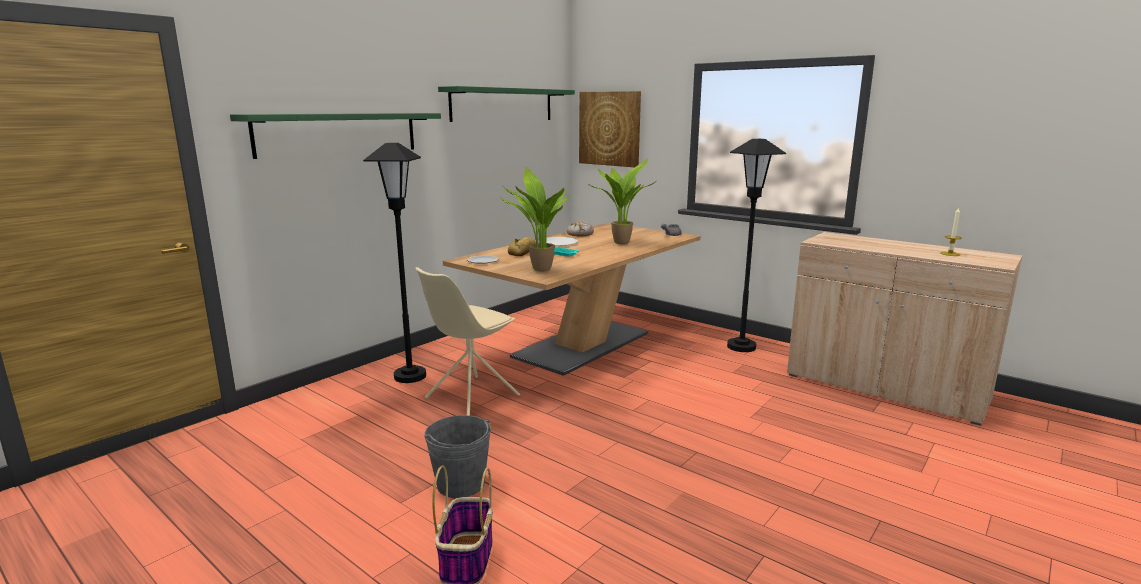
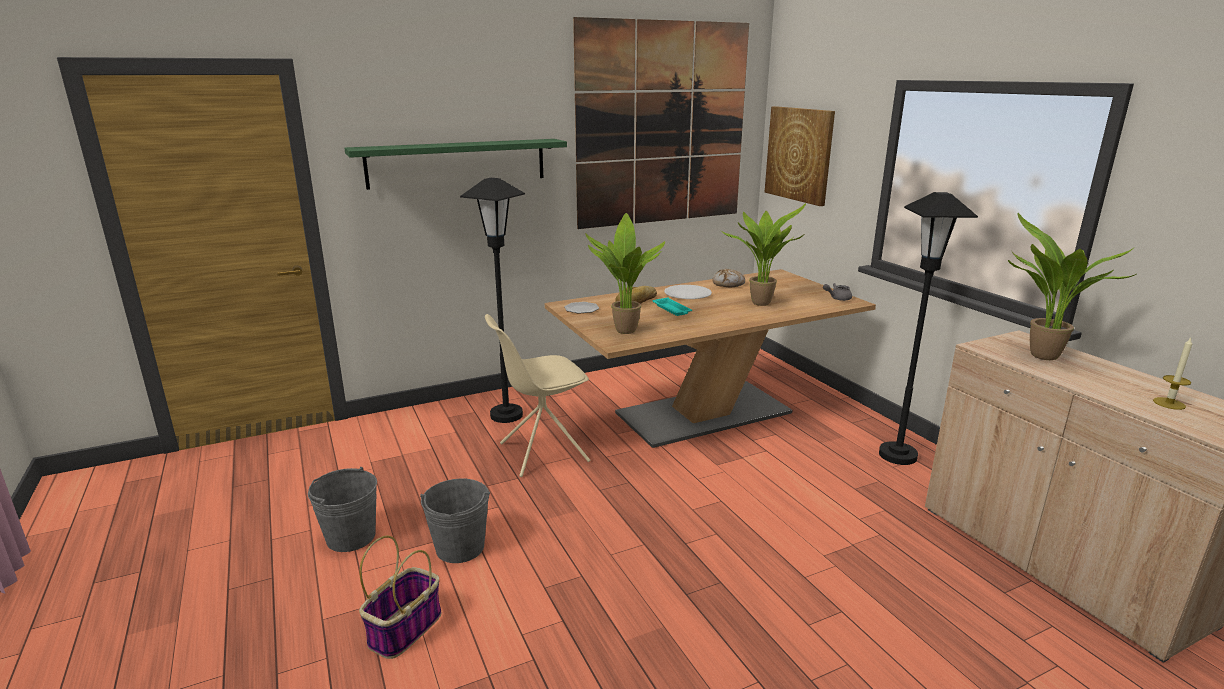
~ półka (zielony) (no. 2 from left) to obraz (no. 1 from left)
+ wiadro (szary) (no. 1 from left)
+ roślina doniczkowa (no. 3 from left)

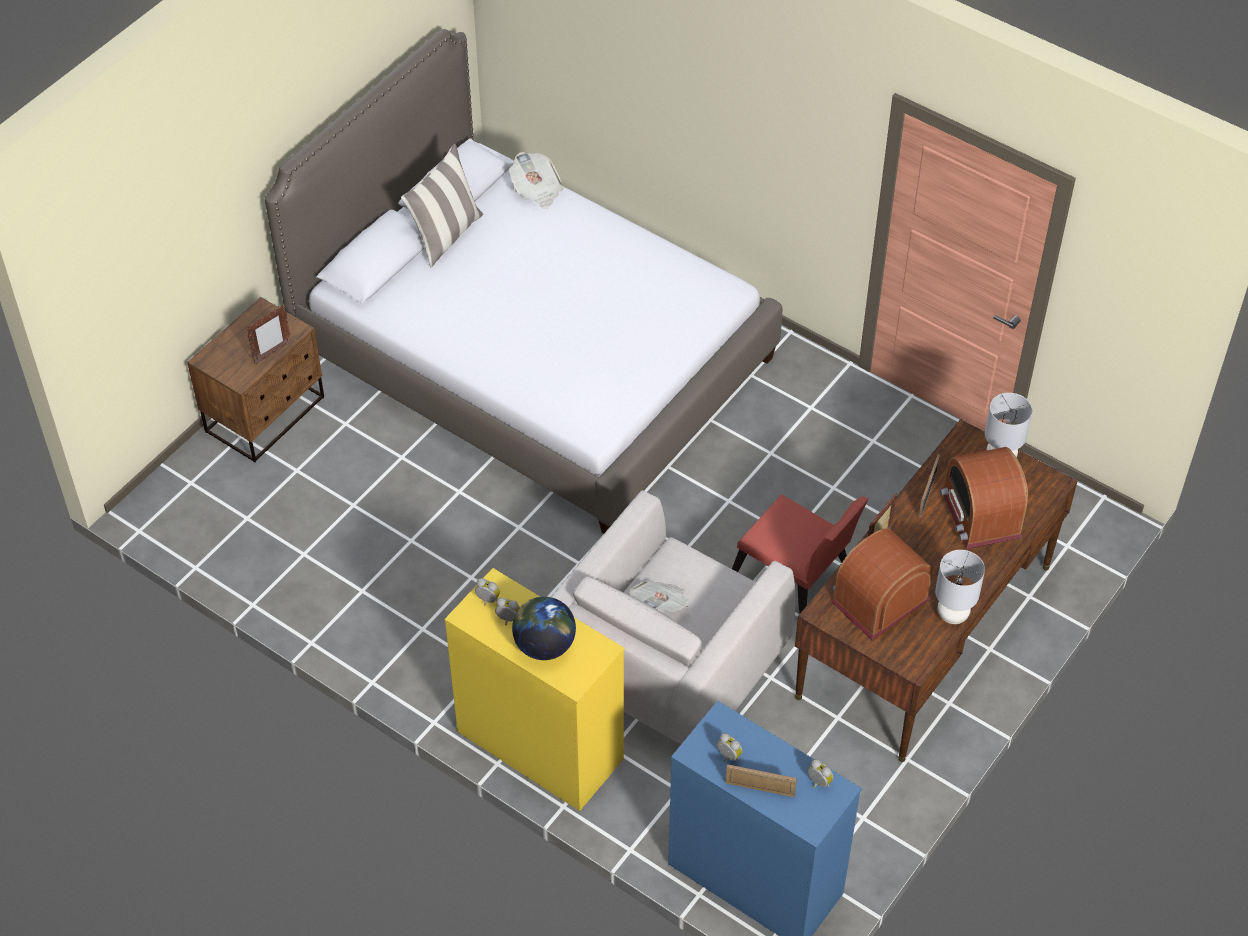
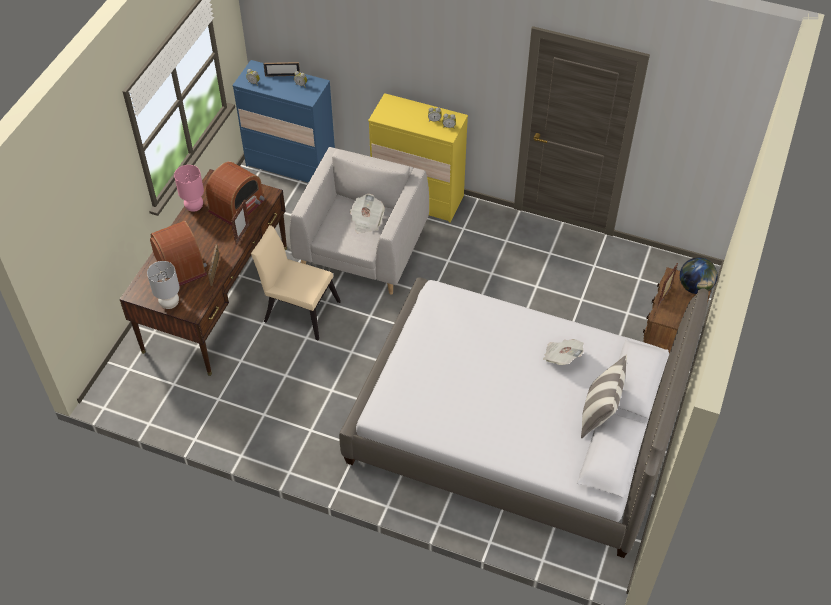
~ gazeta (no. 1 from left in the first image) to gazeta (no. 2 from left)
~ globus
~ krzesło (czerwony) to krzesło (beżowy)
~ lampa stołowa (szary) (no. 1 from left) to lampa stołowa (różowy)

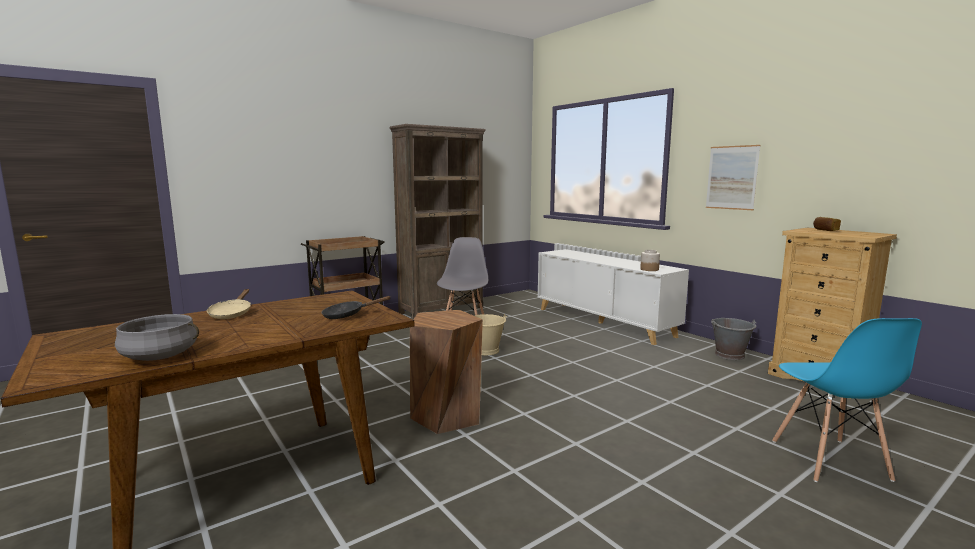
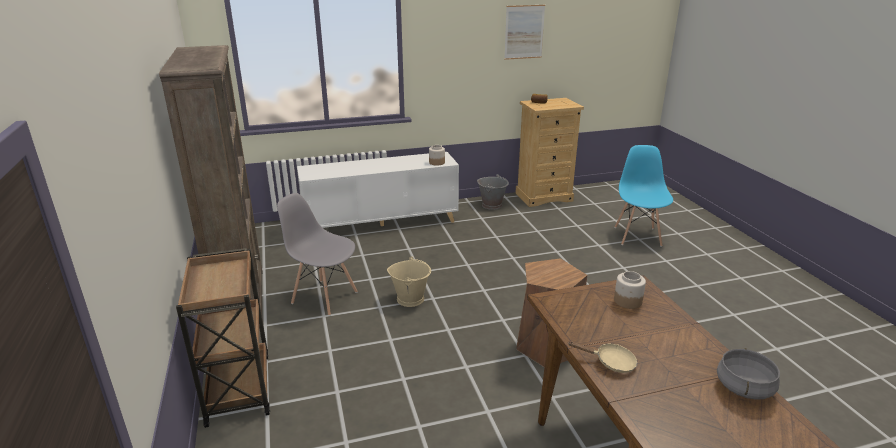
~ patelnia (czarny) to słoik (no. 2 from left)
~ obraz
~ krzesło (niebieski) 105 degrees counterclockwise

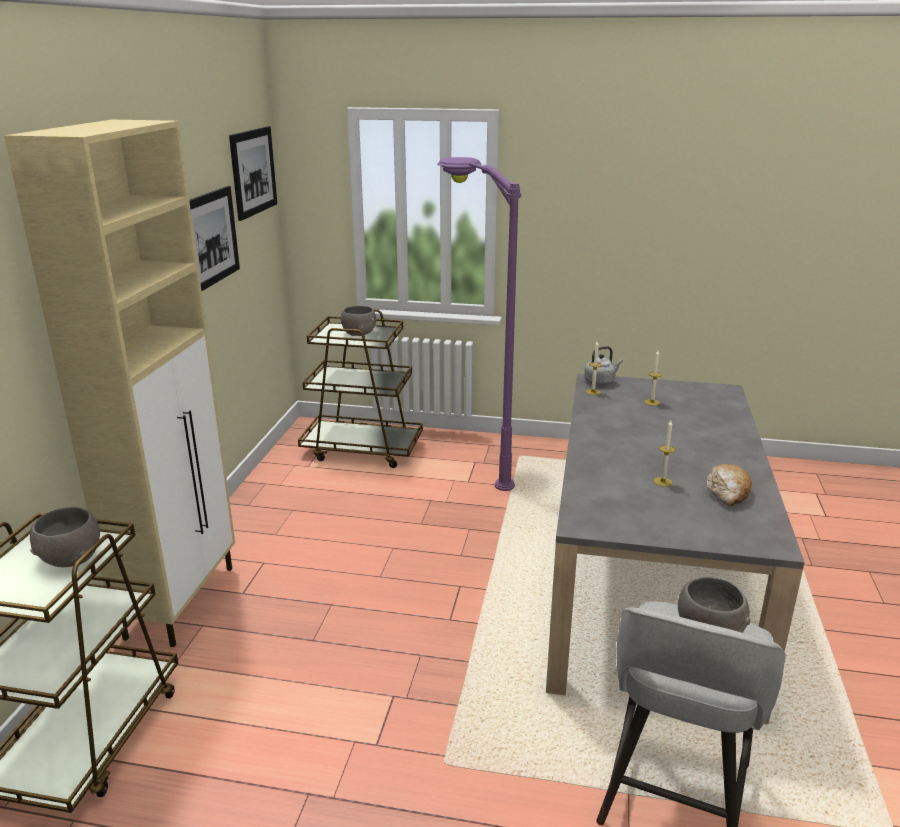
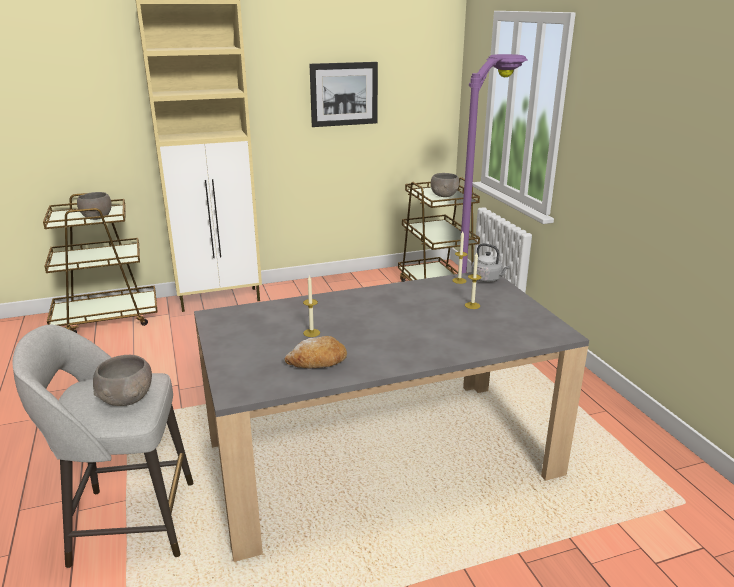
- obraz (no. 2 from left)

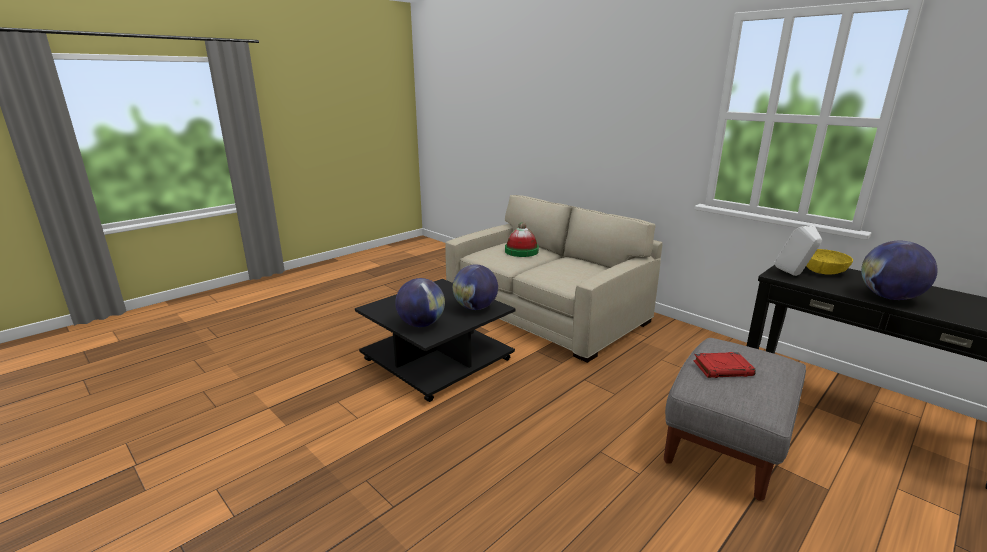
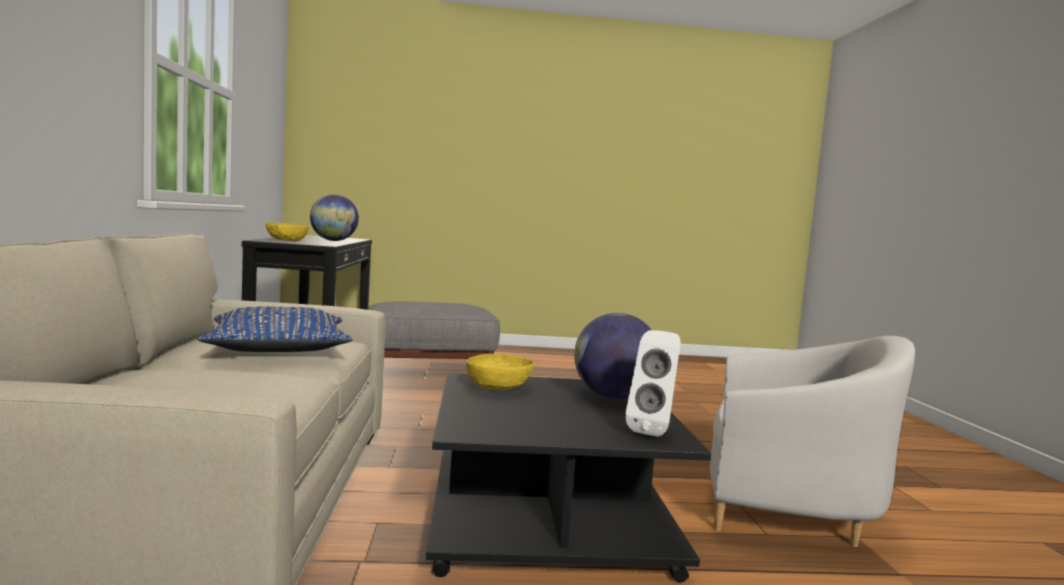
~ globus (no. 2 from left) to miska (żółty) (no. 2 from left)
- kapelusz
- książka (czerwony)
~ głośnik (biały)
+ poduszka (niebieski)
+ fotel (biały)

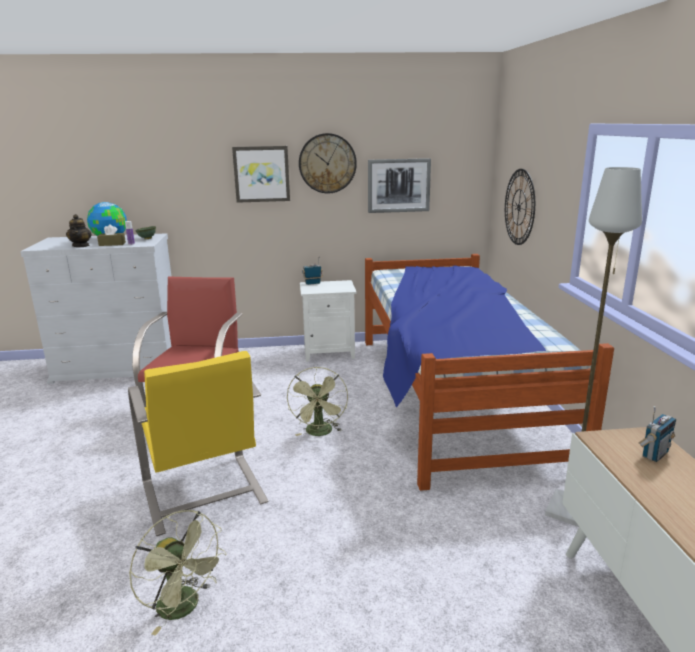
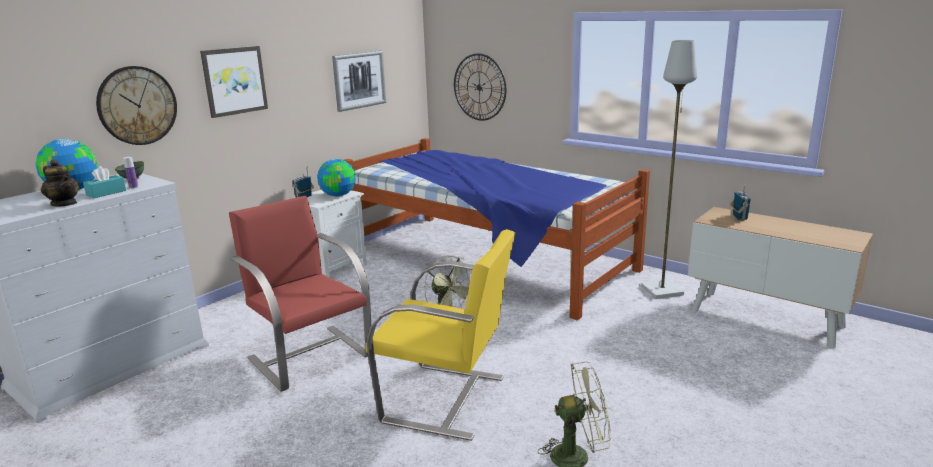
~ pudełko chusteczek (brązowy) to pudełko chusteczek (turkusowy)
~ zegar ścienny (no. 1 from left)
+ globus (no. 2 from left)

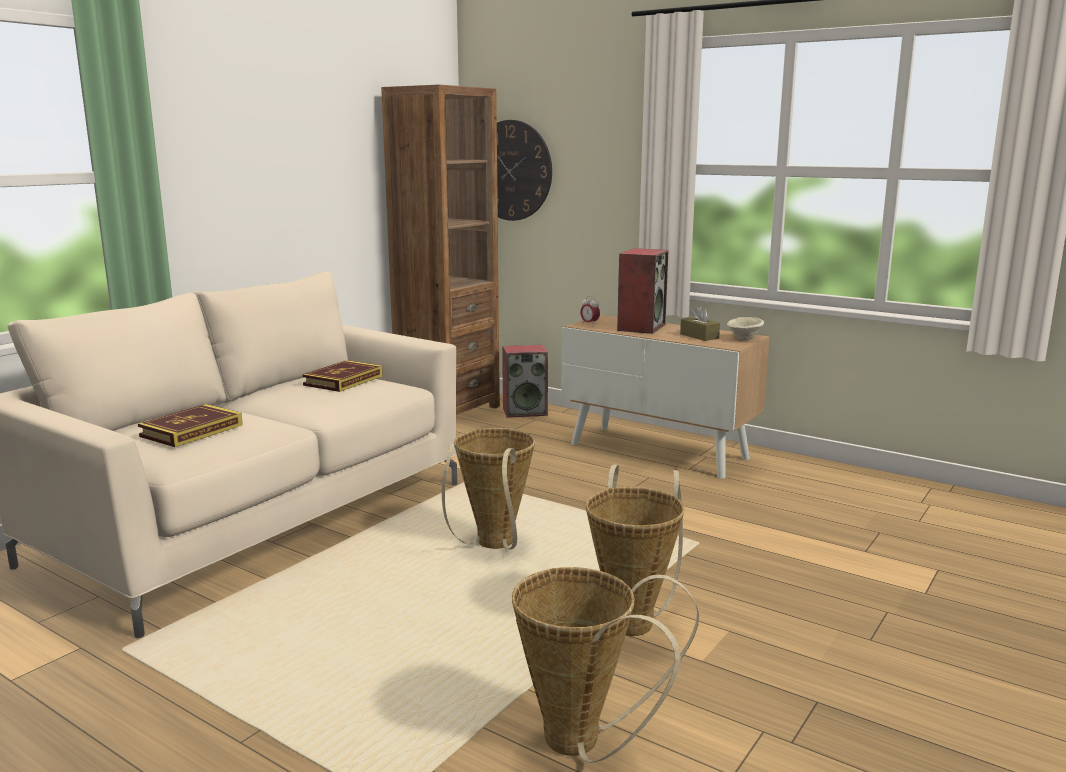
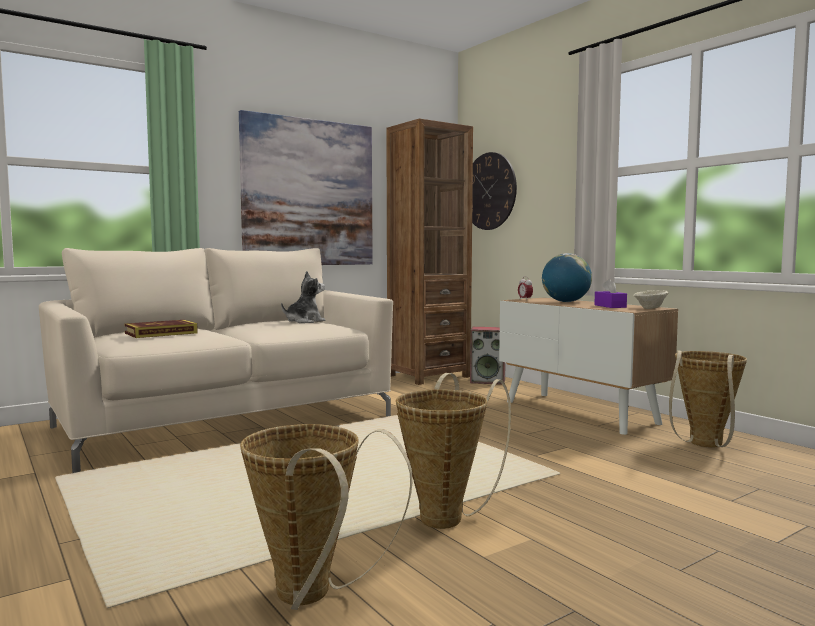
~ książka (no. 2 from left) to pluszak
~ koszyk (no. 1 from left in the first image) to koszyk (no. 3 from left)
~ głośnik (no. 2 from left) to globus
~ pudełko chusteczek (brązowy) to pudełko chusteczek (fioletowy)
+ obraz

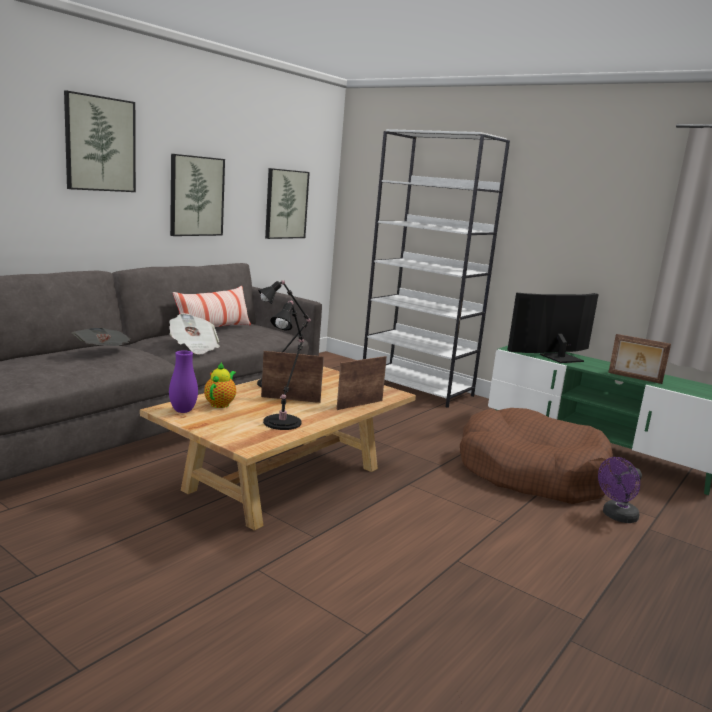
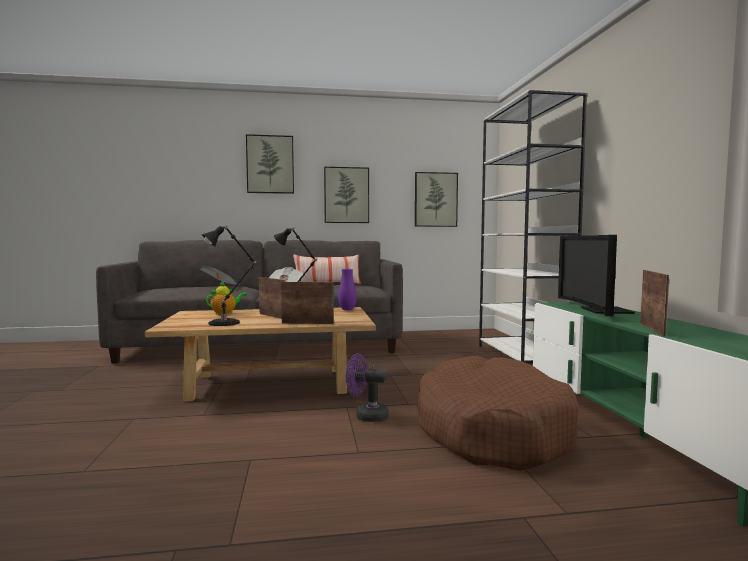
~ wazon (fioletowy)
~ telewizor 105 degrees counterclockwise
~ wentylator (fioletowy)
~ ramka na zdjęcie (no. 3 from left) 150 degrees counterclockwise

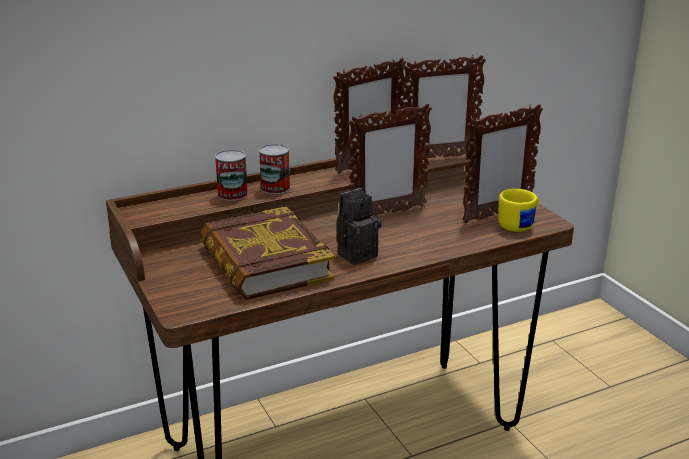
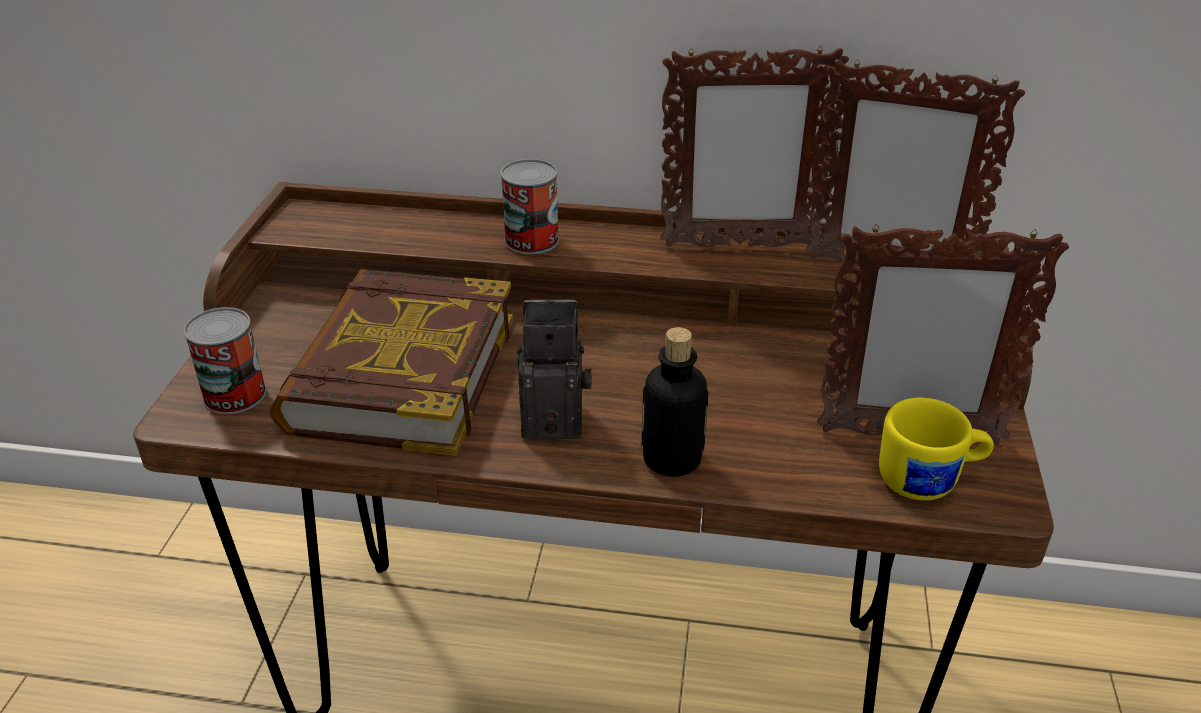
~ puszka (no. 1 from left)
- ramka na zdjęcie (no. 2 from left)
+ butelka

